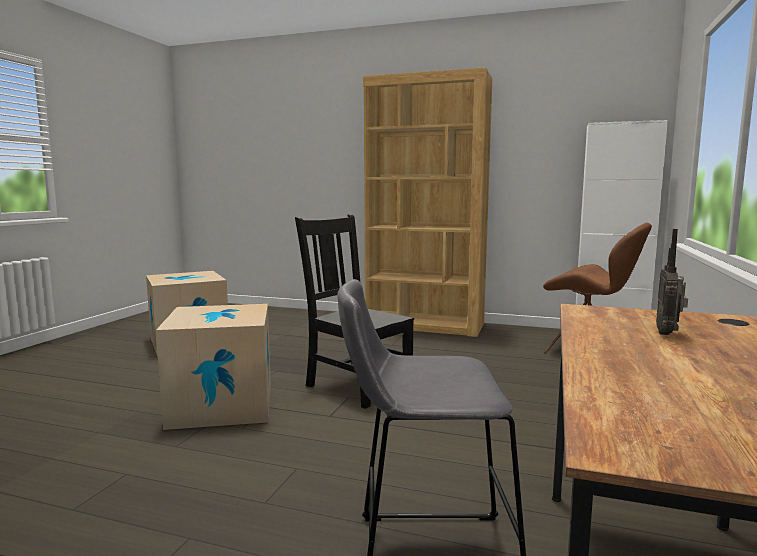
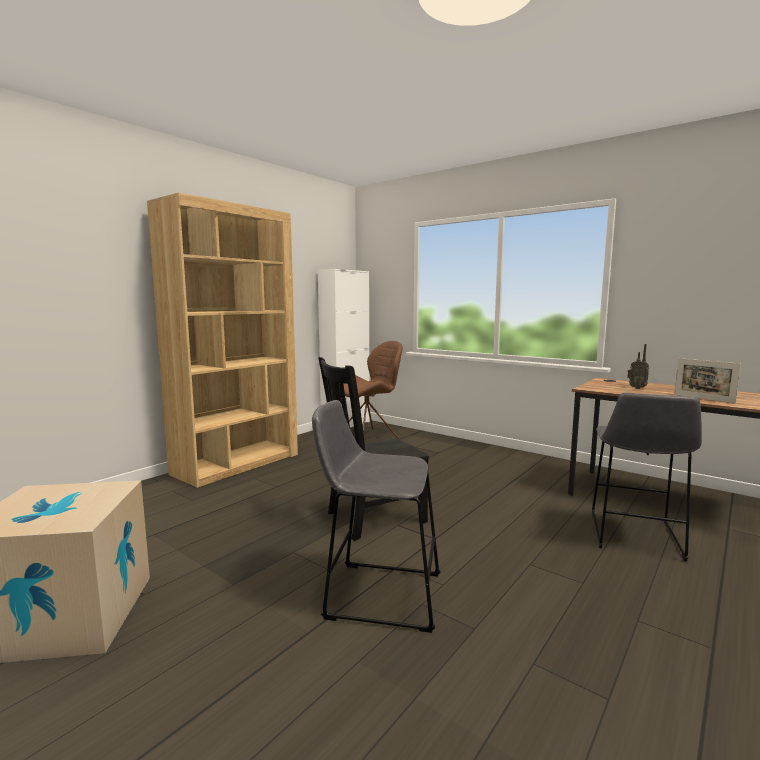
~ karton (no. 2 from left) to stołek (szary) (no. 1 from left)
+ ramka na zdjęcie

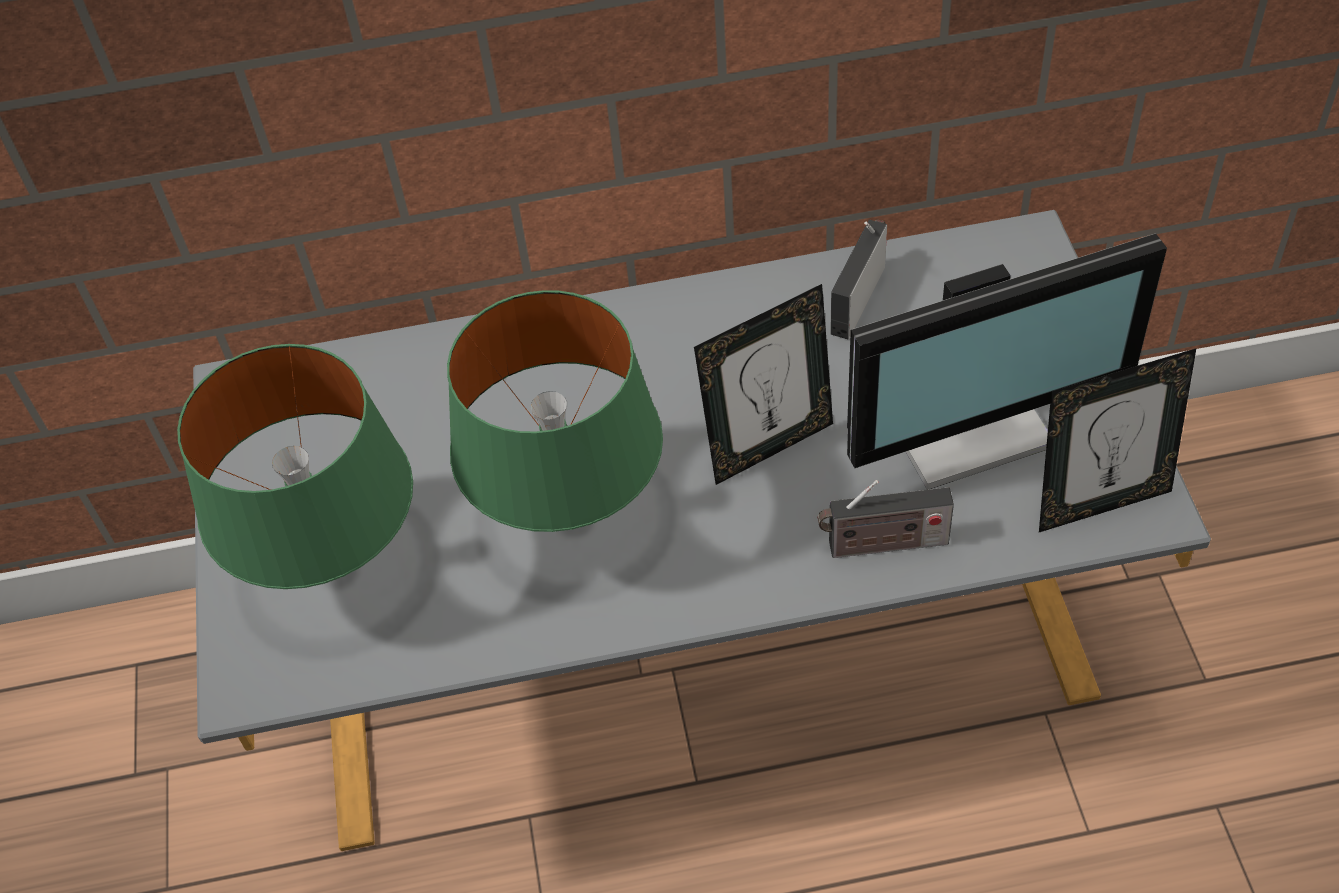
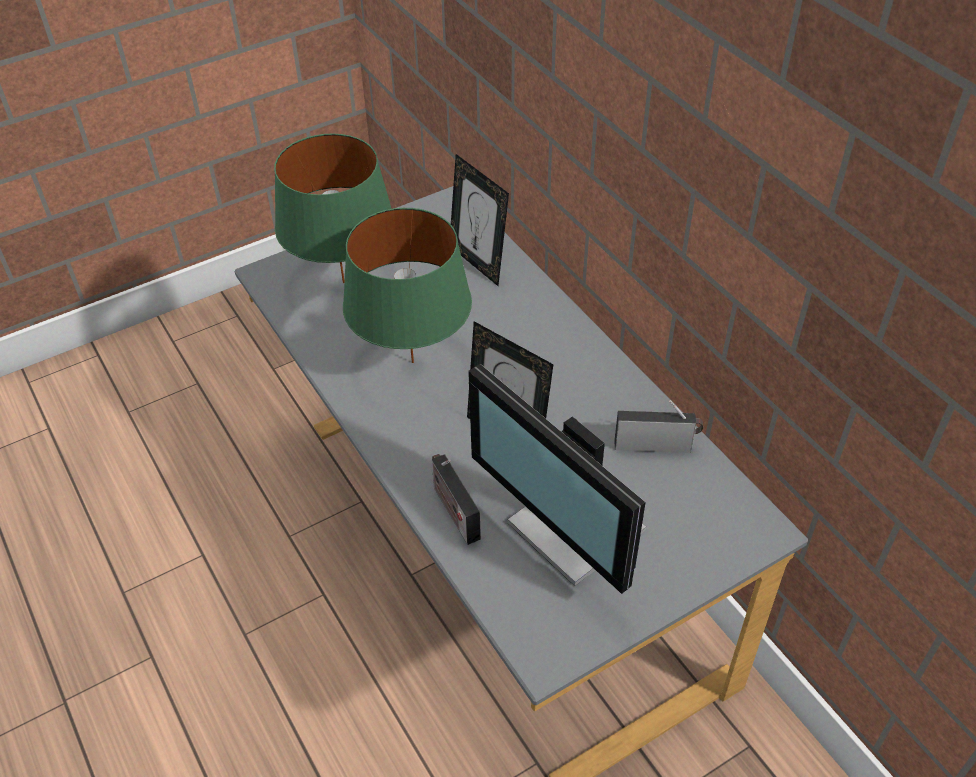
~ ramka na zdjęcie (no. 2 from left in the first image) to ramka na zdjęcie (no. 1 from left)

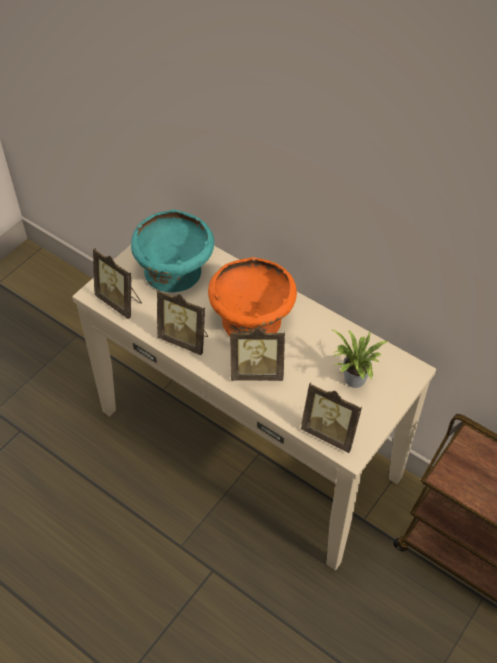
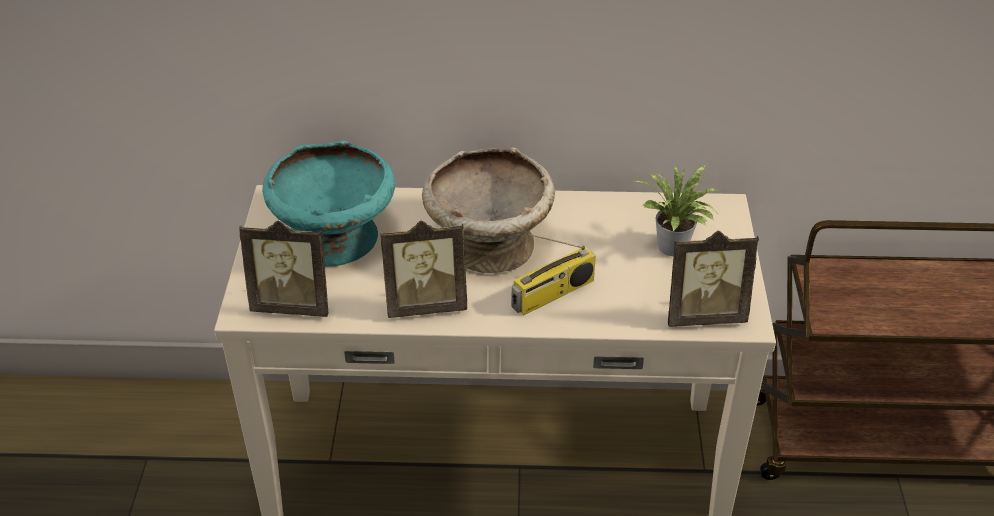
~ miska (pomarańczowy) to miska (beżowy)
~ ramka na zdjęcie (no. 3 from left) to radio

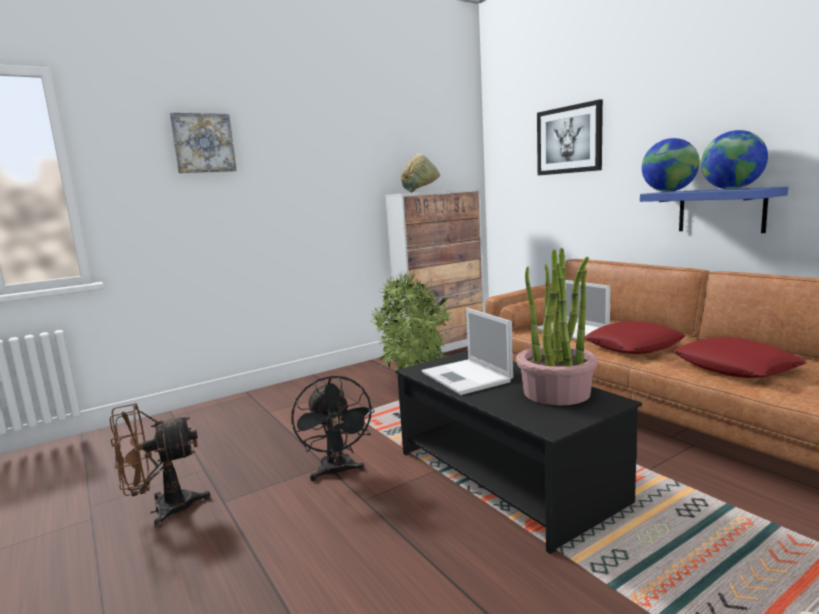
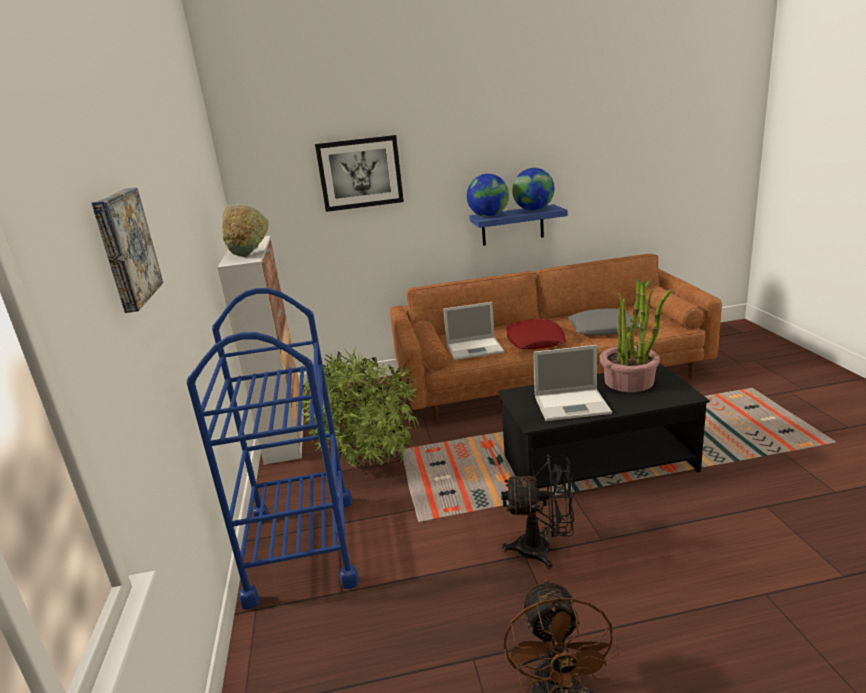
~ poduszka (czerwony) (no. 2 from left) to poduszka (szary)
+ wózek (niebieski)

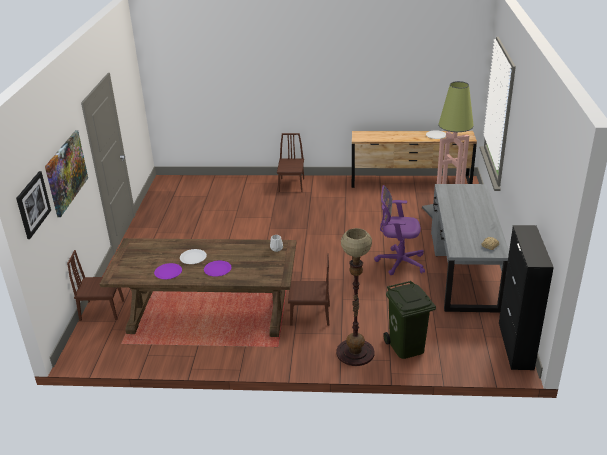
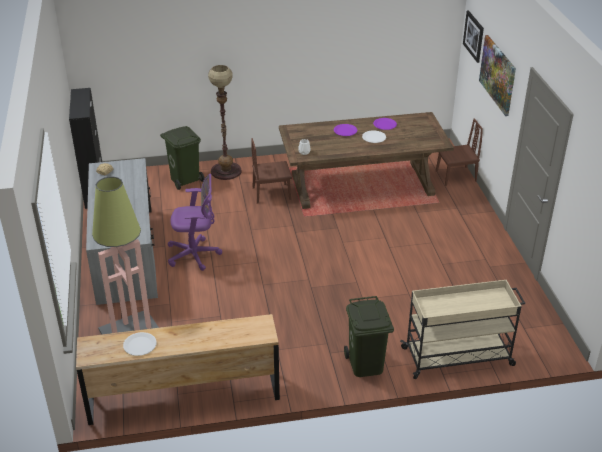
~ krzesło (brązowy) (no. 2 from left) to kosz na śmieci (zielony) (no. 2 from left)
+ wózek (beżowy)

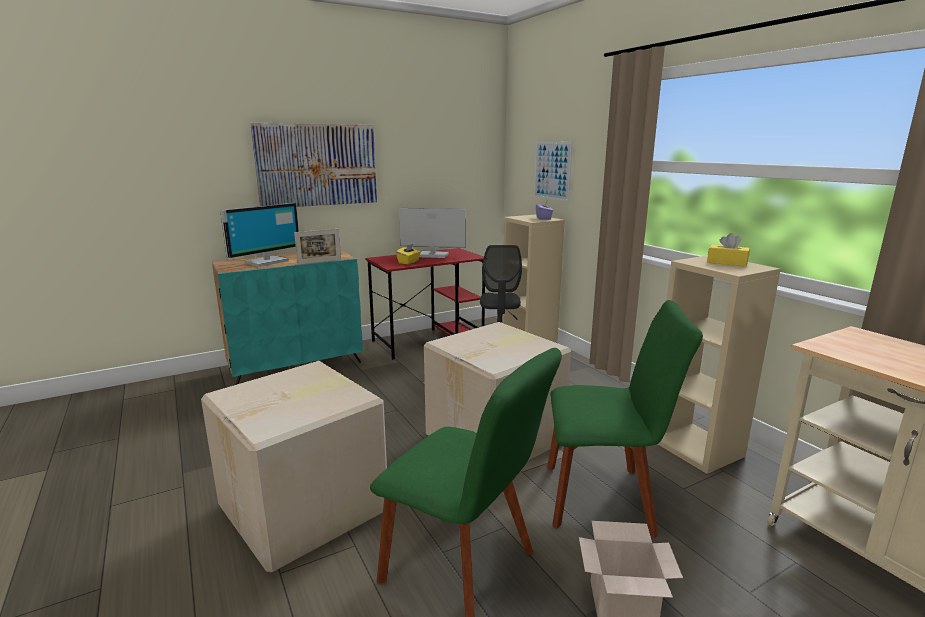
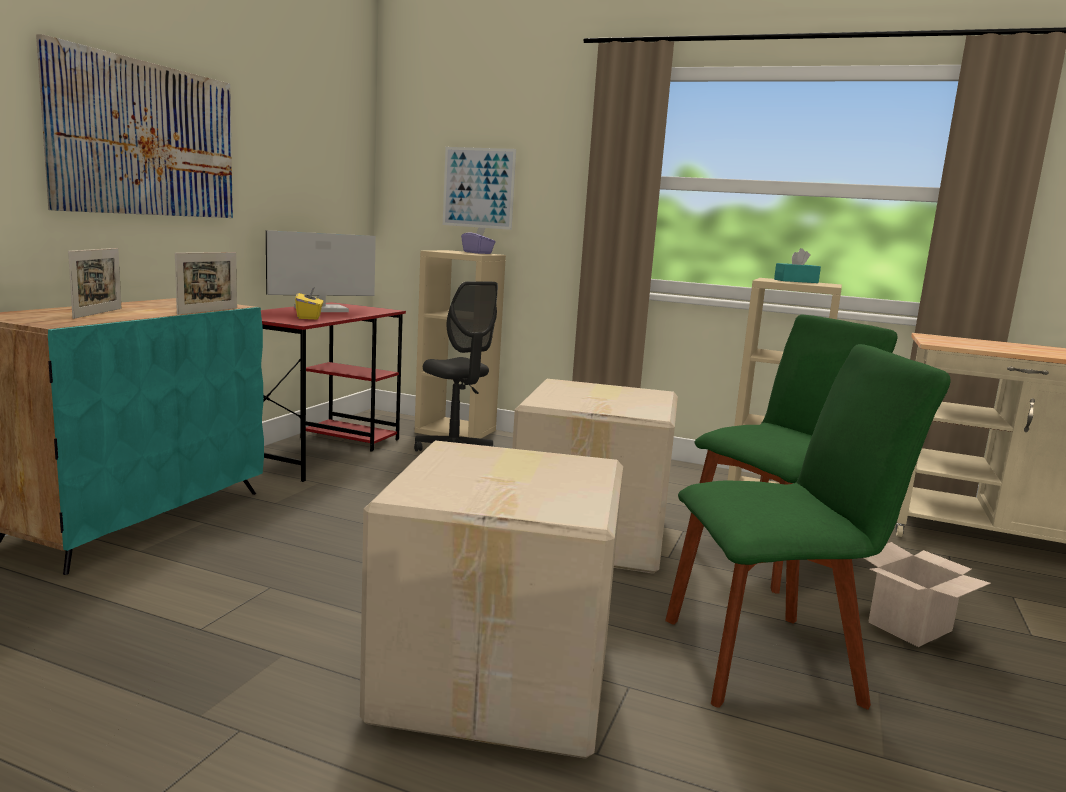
~ monitor (no. 1 from left) to ramka na zdjęcie (no. 1 from left)
~ pudełko chusteczek (żółty) (no. 2 from left) to pudełko chusteczek (turkusowy)

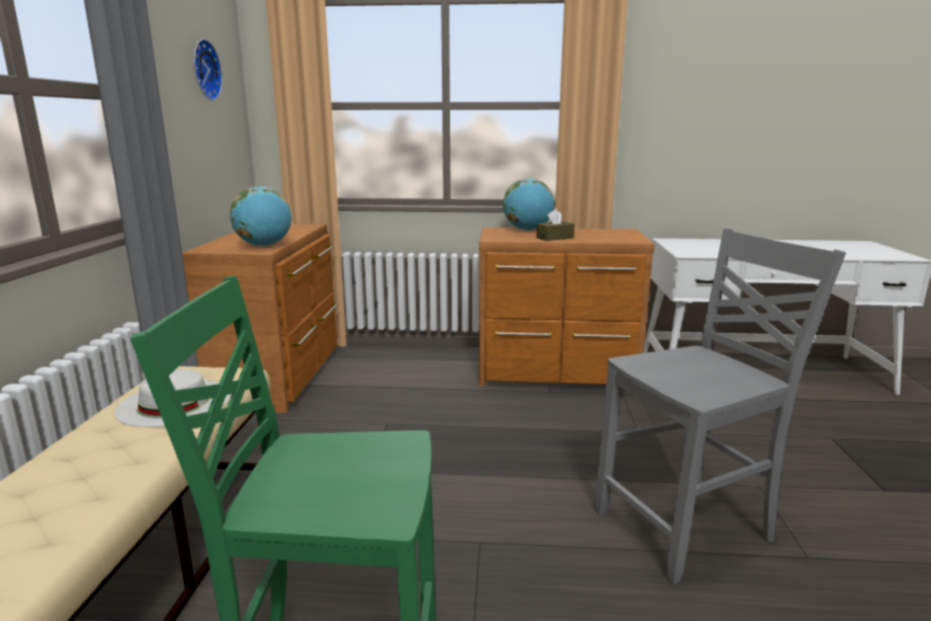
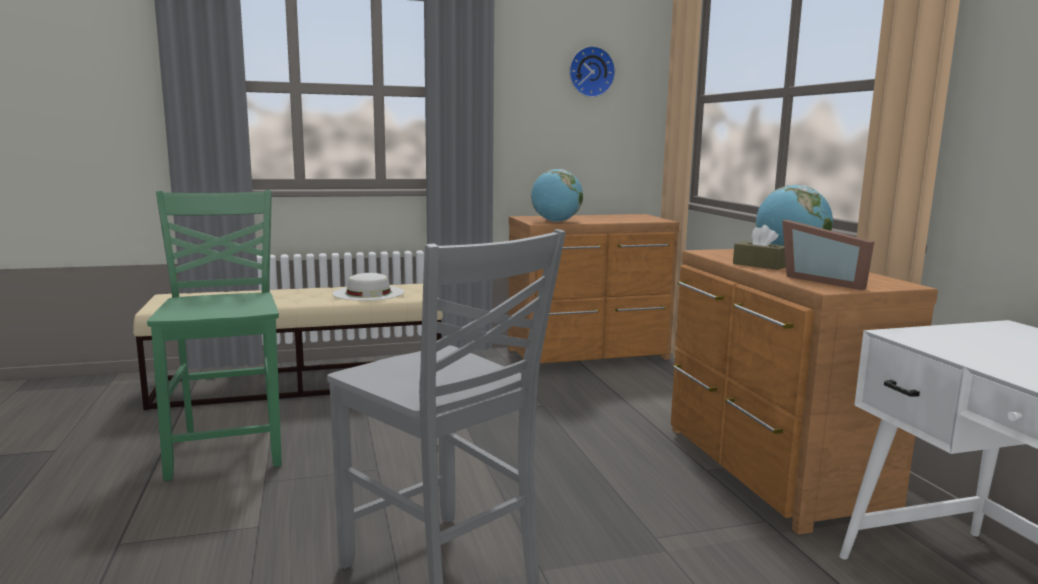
+ ramka na zdjęcie

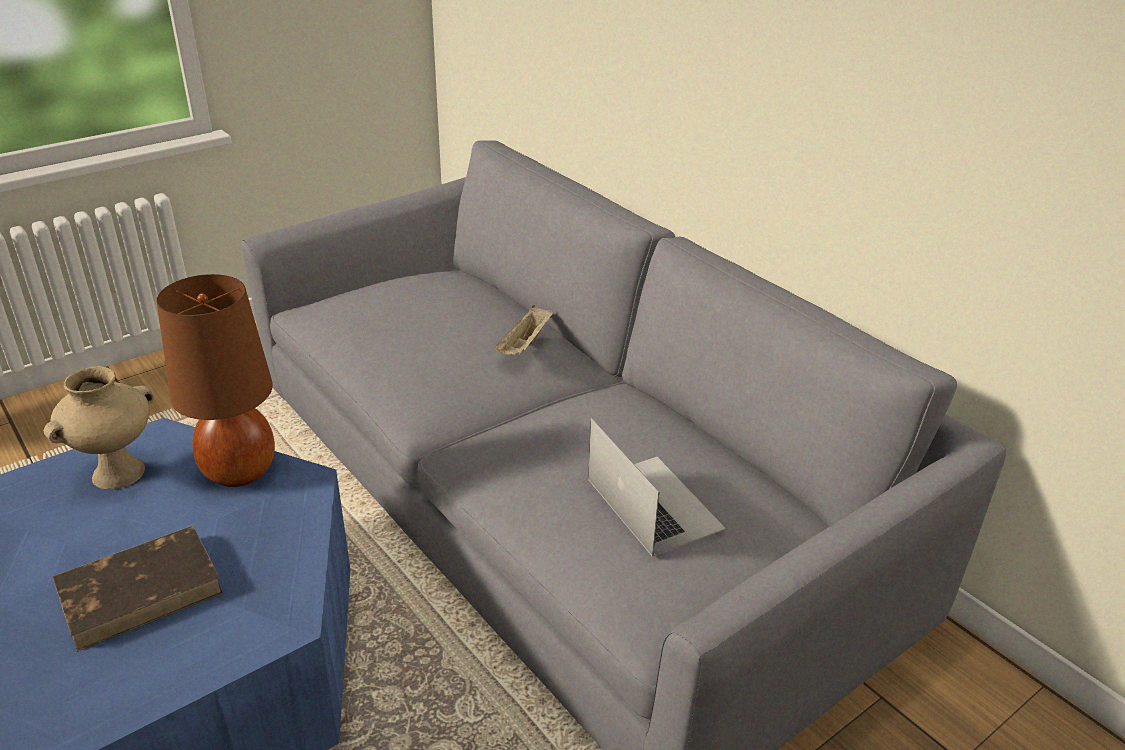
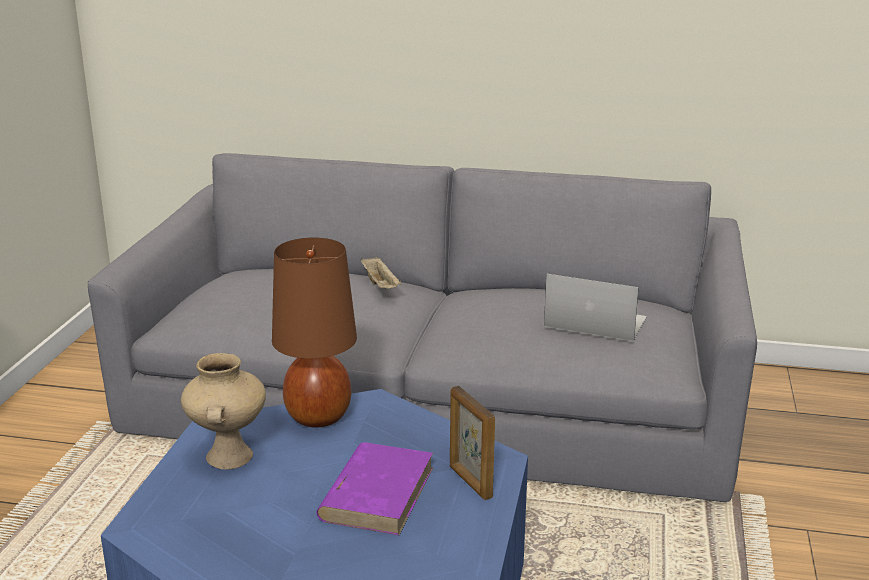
~ książka (brązowy) to książka (fioletowy)
+ ramka na zdjęcie

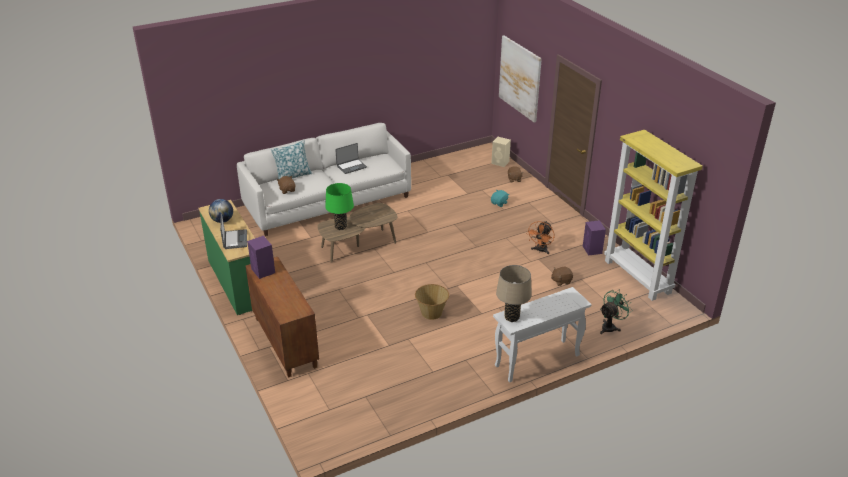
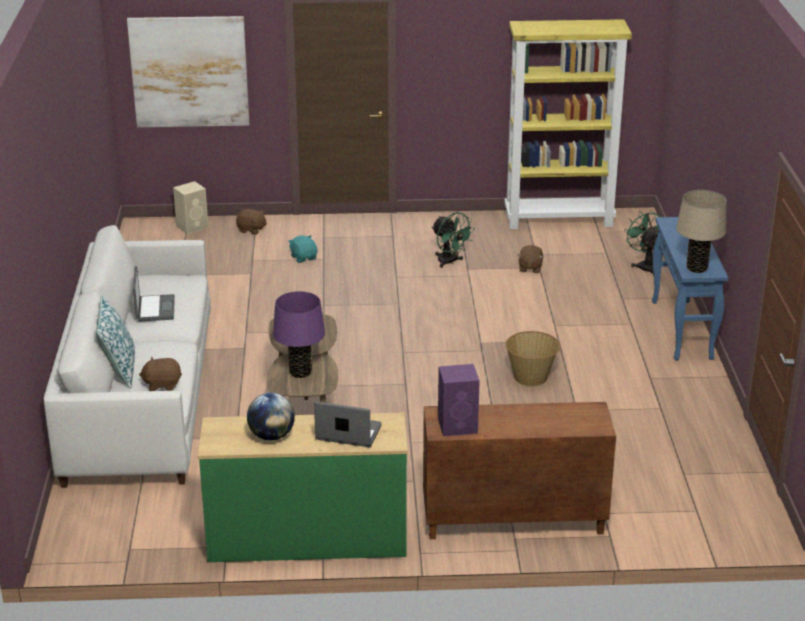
~ lampa stołowa (zielony) to lampa stołowa (fioletowy)
~ stolik konsolowy (biały) to stolik konsolowy (niebieski)
~ wentylator (pomarańczowy) to wentylator (zielony) (no. 1 from left)
- głośnik (fioletowy) (no. 2 from left)

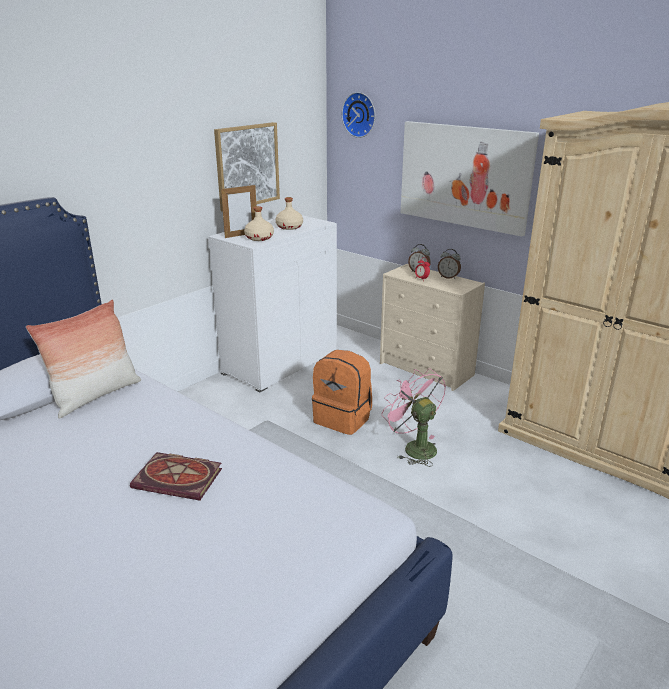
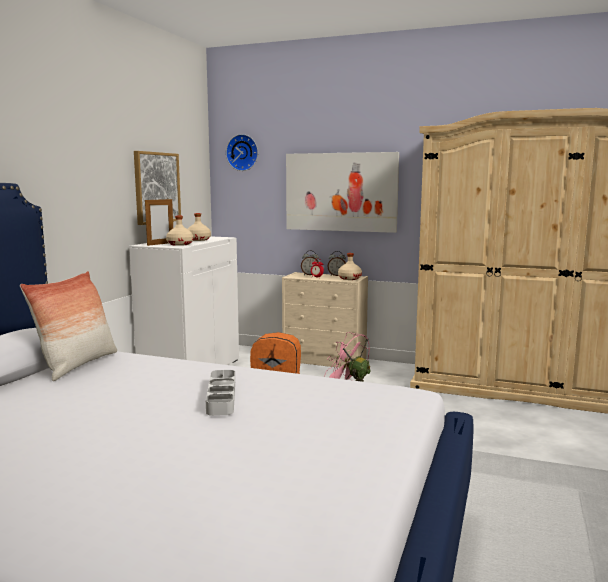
~ książka to taca (szary)
+ butelka (beżowy) (no. 3 from left)

